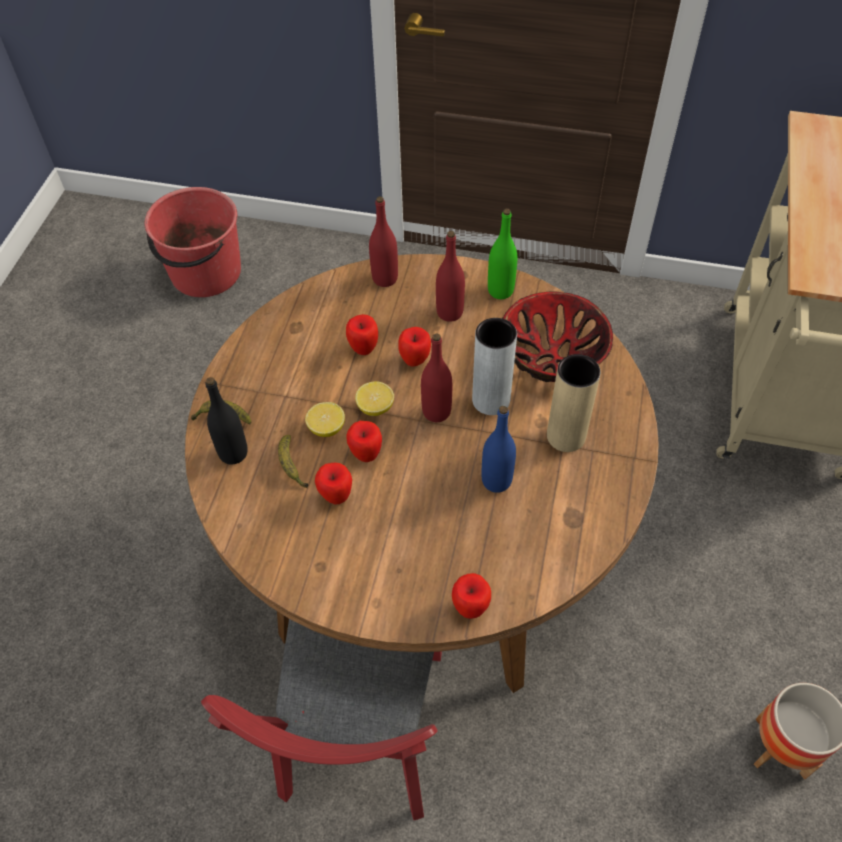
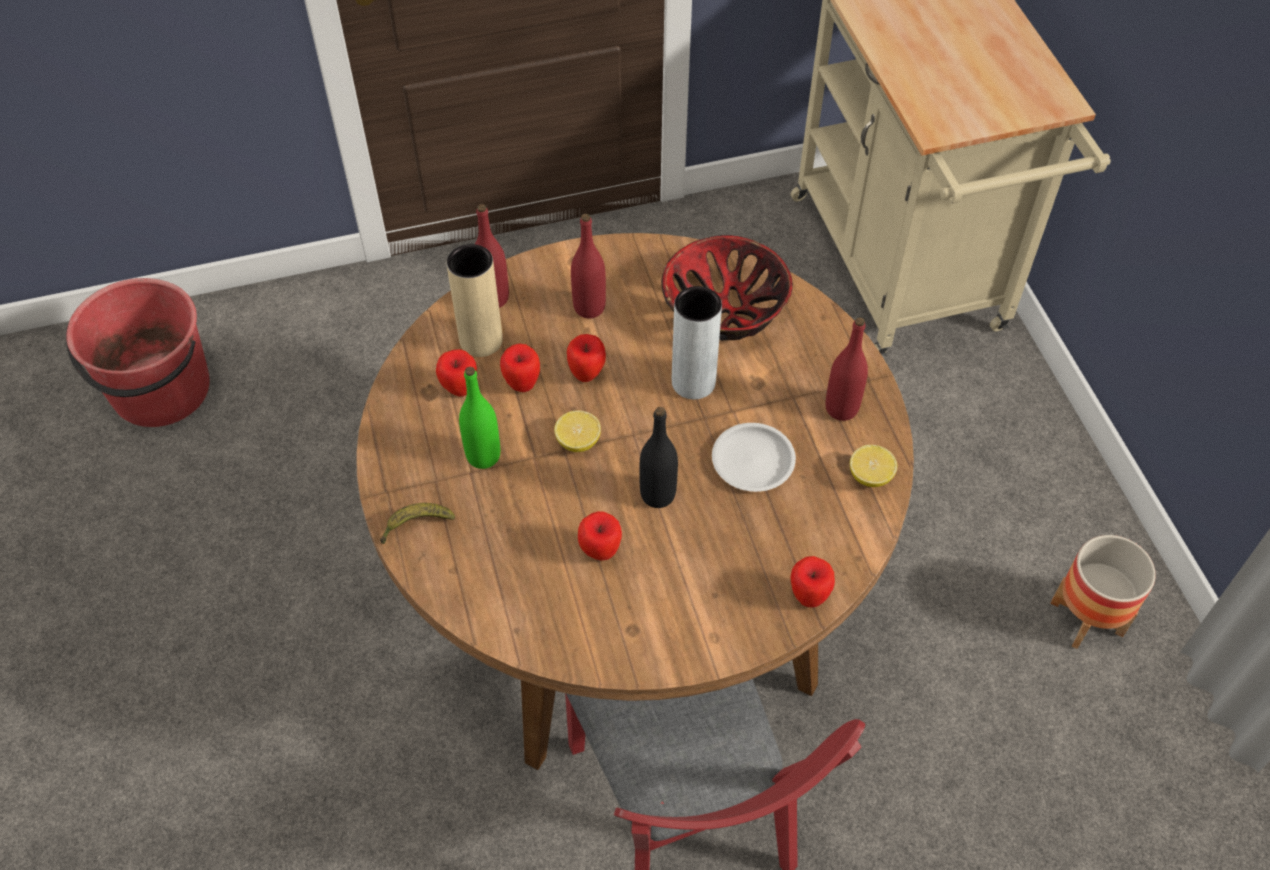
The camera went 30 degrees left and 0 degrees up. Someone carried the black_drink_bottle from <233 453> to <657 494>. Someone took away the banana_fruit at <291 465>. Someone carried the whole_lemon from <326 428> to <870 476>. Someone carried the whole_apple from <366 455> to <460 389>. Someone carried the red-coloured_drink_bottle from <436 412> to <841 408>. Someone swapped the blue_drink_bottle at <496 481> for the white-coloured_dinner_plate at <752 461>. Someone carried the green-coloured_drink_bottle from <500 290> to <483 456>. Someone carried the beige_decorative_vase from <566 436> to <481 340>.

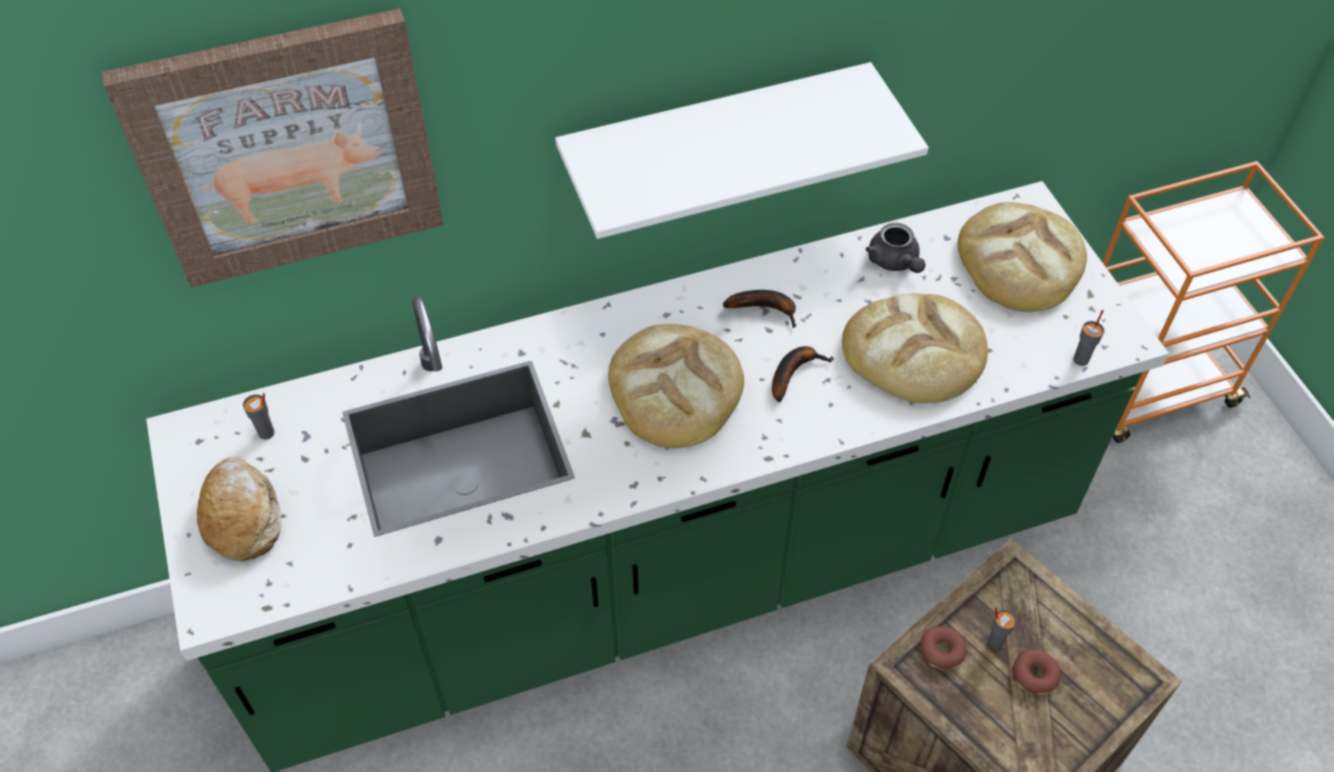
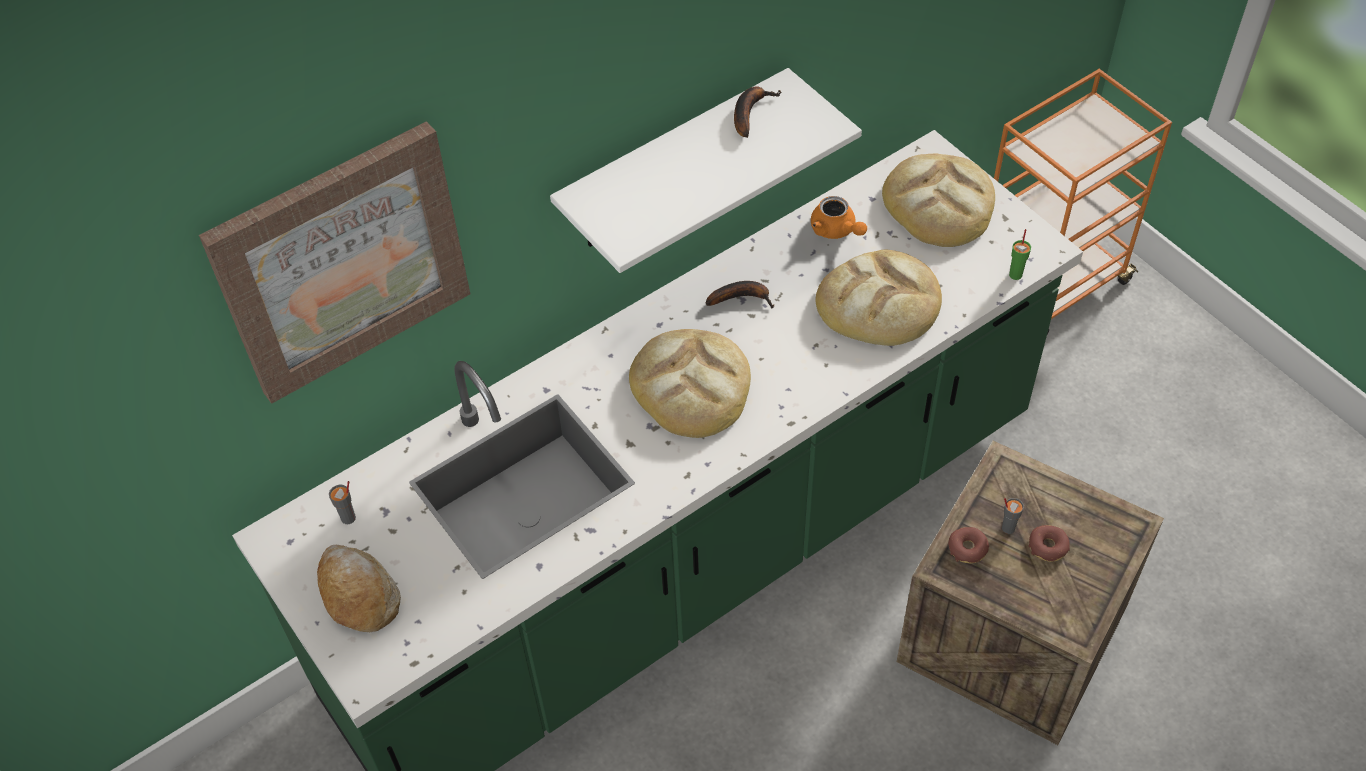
The camera went 15 degrees left and 0 degrees up. Someone carried the banana_fruit from <794 372> to <749 112>. Someone repainted the grey_tea_pot at <895 262>, which became the orangey_tea_pot at <836 230>. Someone repainted the grey_drinking_cup at <1081 359>, which became the green-coloured_drinking_cup at <1016 274>.

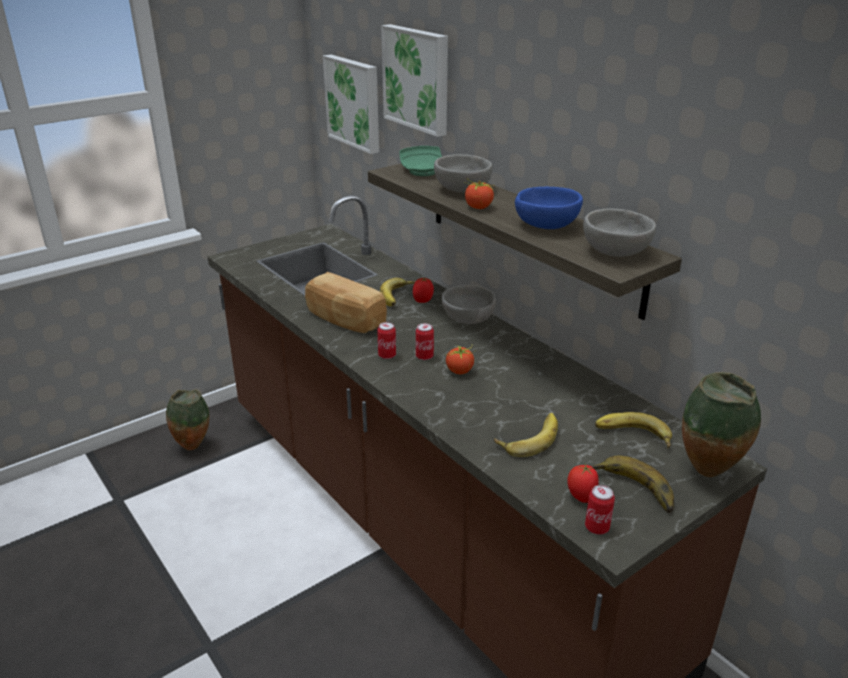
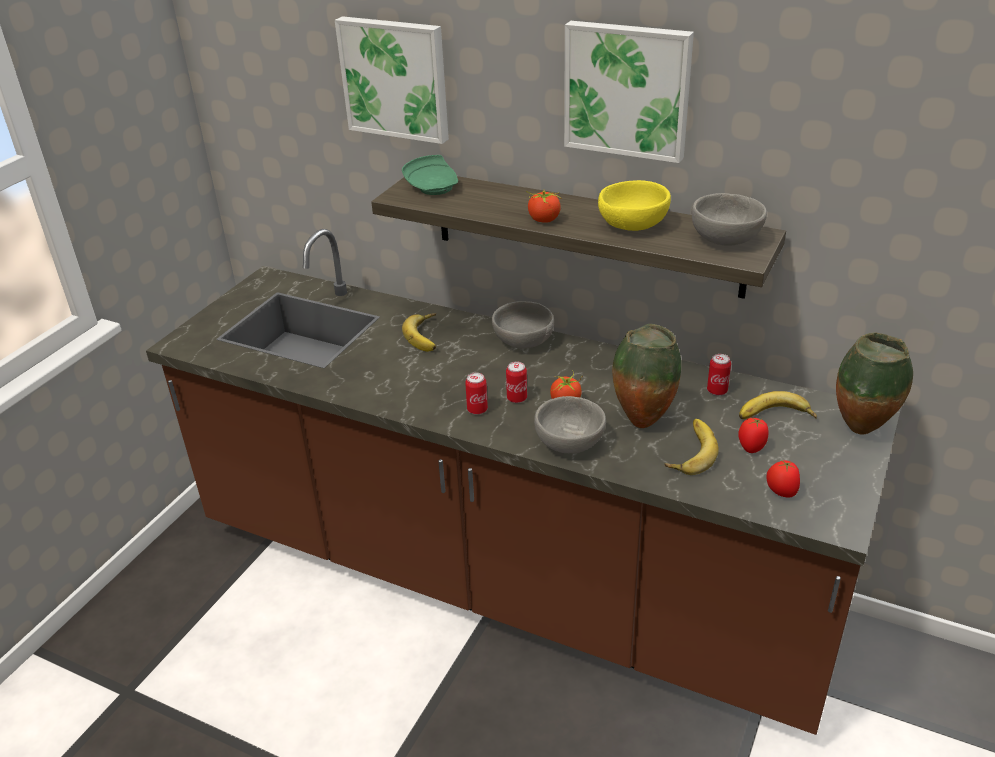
The camera went 25 degrees left and 5 degrees up. Someone carried the decorative_vase from <193 446> to <642 421>. Someone took away the bread at <344 319>. Someone carried the picture from <355 102> to <628 90>. Someone carried the tomato from <423 300> to <751 448>. Someone carried the grey_bowl from <461 189> to <568 443>. Someone repainted the blue_bowl at <547 226>, which became the yellowish_bowl at <634 225>. Someone carried the can from <597 527> to <717 391>. Someone took away the banana_fruit at <628 492>.

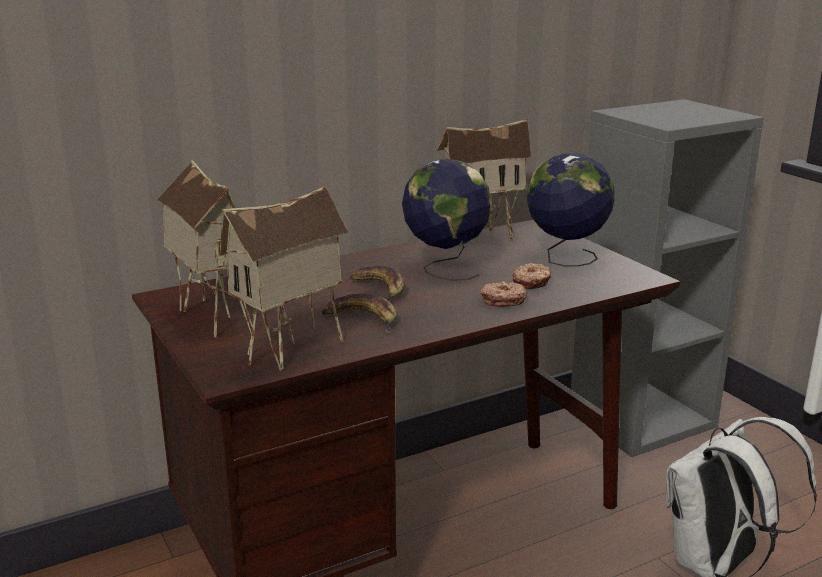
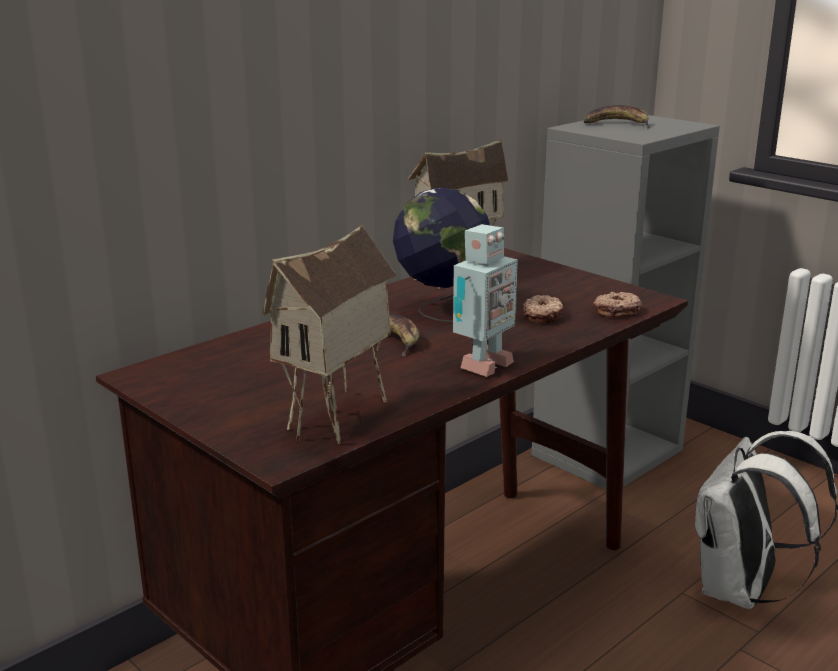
The camera went 15 degrees left and 0 degrees up. Someone took away the model_house at <210 316>. Someone carried the banana_fruit from <363 318> to <617 124>. Someone carried the ring_doughnut from <503 300> to <616 311>. Someone took away the world_globe at <565 259>. Someone put down the toy_robot at <482 365>.

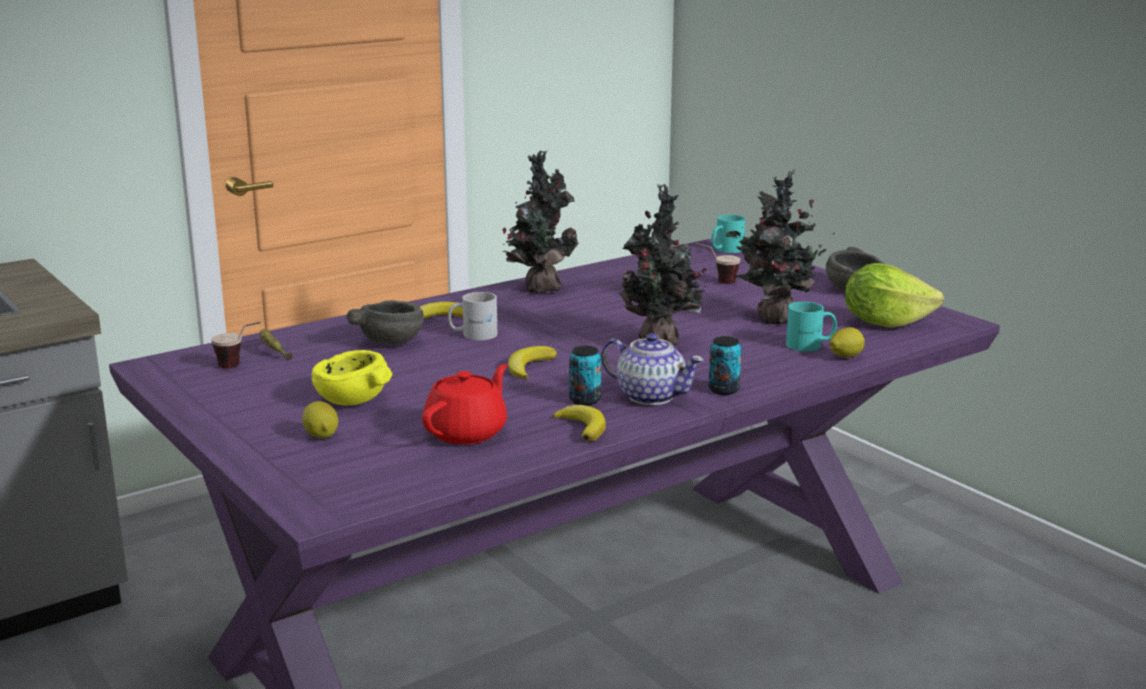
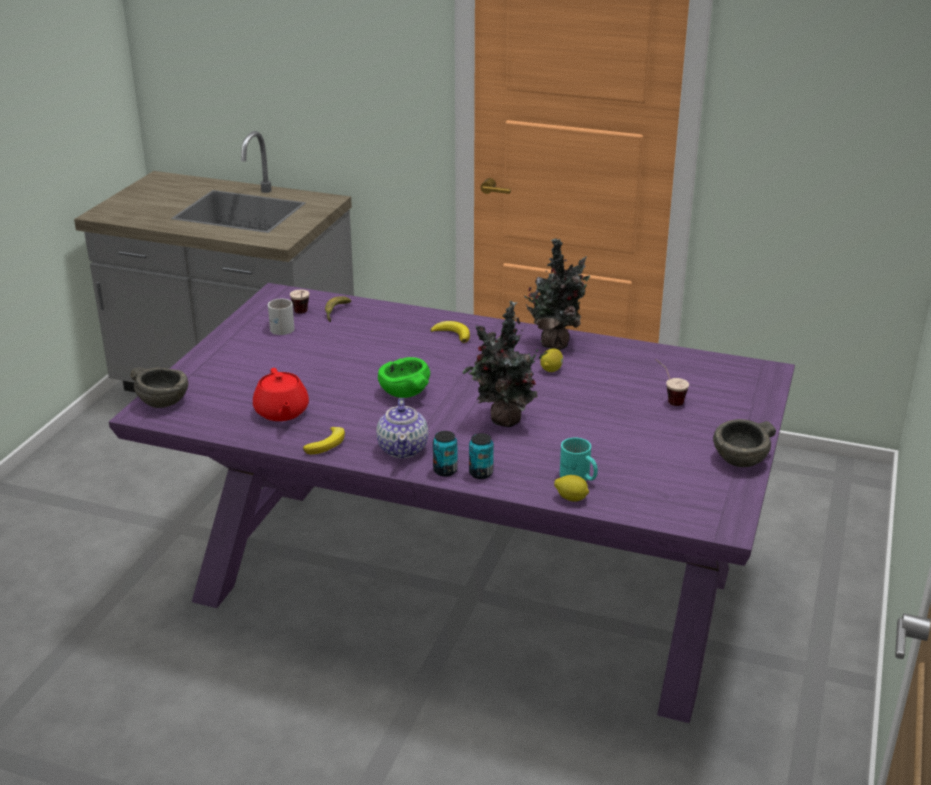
The camera went 55 degrees right and 10 degrees up. Someone carried the whole_lemon from <321 435> to <551 369>. Someone took away the yellowish_bowl at <352 400>. Someone carried the grey_bowl from <391 341> to <163 401>. Someone rotated the red-coloured_tea_pot at <467 432> by 75 degrees clockwise. Someone carried the white-coloured_coffee_mug from <473 334> to <280 327>. Someone swapped the banana_fruit at <529 367> for the green-coloured_bowl at <404 393>. Someone carried the can from <585 400> to <481 473>. Someone took away the turquoise_coffee_mug at <725 250>. Someone took away the plant_in_a_pot at <772 319>. Someone took away the lettuce_head at <885 323>.

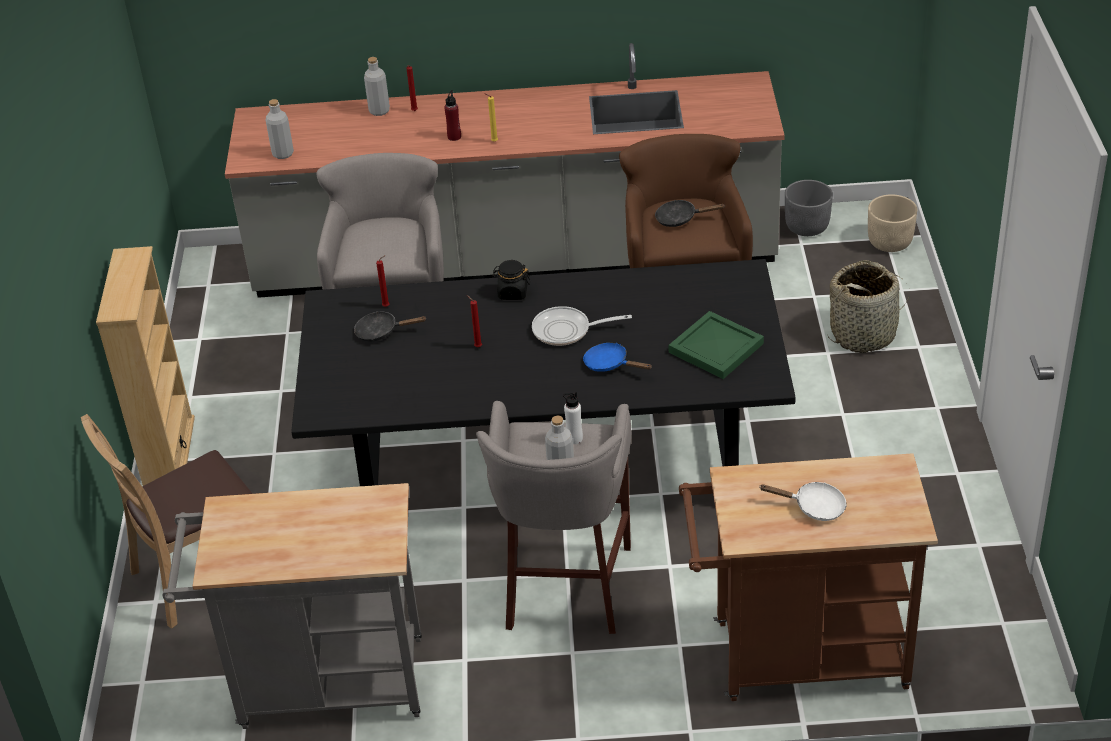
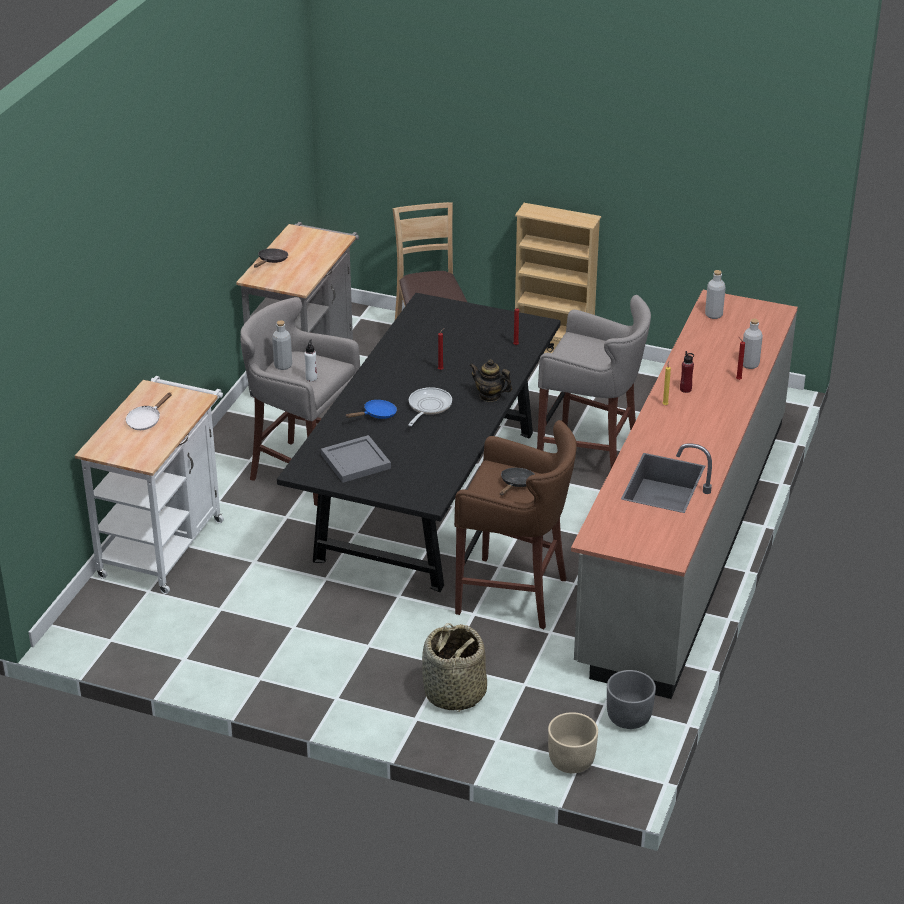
The camera went 110 degrees right and 5 degrees down. Someone carried the black_frying_pan from <381 332> to <271 261>. Someone swapped the black_jar at <512 293> for the tea_pot at <490 396>. Someone repainted the green-coloured_serving_tray at <715 347>, which became the grey_serving_tray at <357 461>. Someone repainted the brown_trolley at <797 657>, which became the white-coloured_trolley at <165 543>.

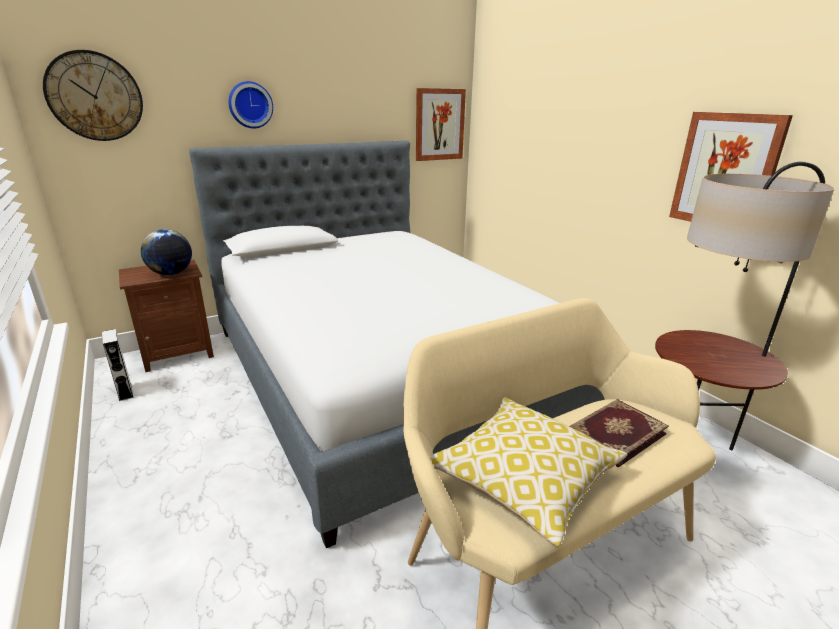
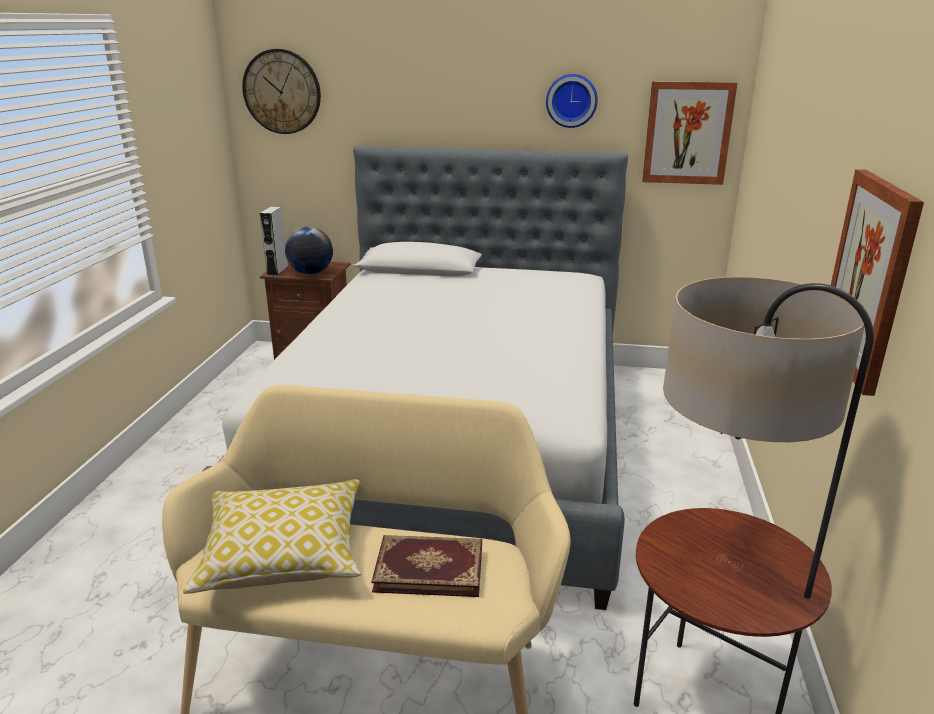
The camera went 40 degrees right and 0 degrees up. Someone carried the grey_speaker from <125 391> to <277 270>. Someone carried the hanging_clock from <250 105> to <571 100>.

